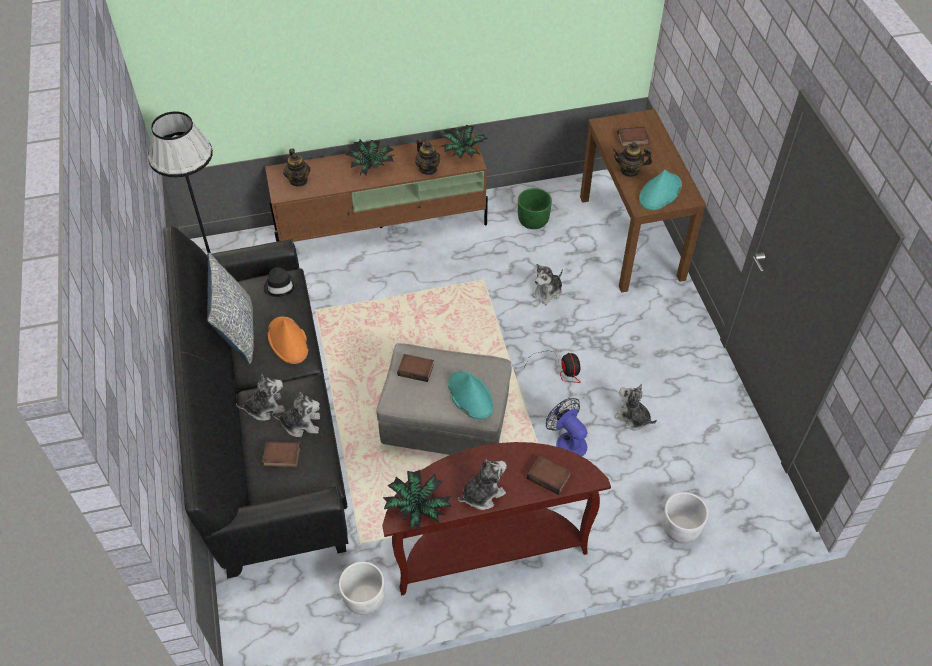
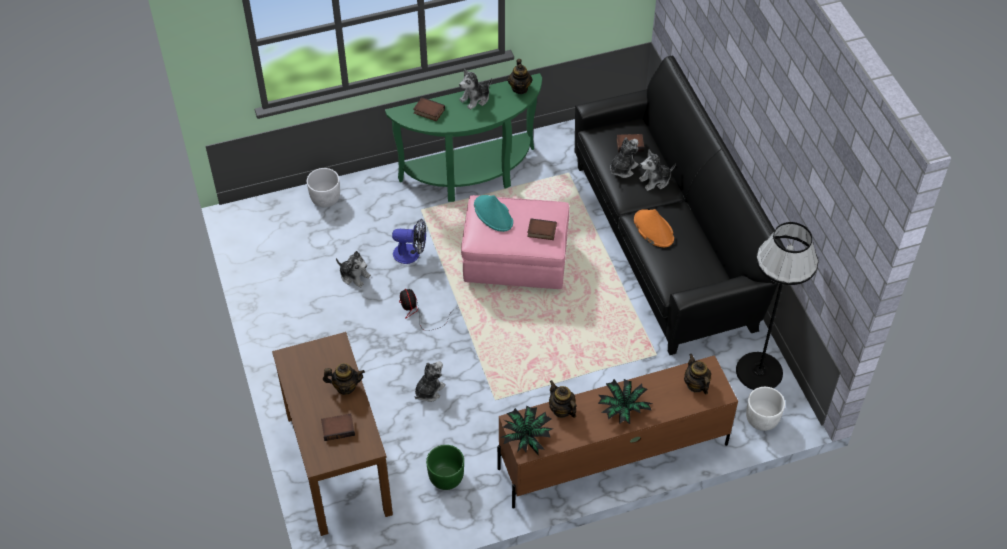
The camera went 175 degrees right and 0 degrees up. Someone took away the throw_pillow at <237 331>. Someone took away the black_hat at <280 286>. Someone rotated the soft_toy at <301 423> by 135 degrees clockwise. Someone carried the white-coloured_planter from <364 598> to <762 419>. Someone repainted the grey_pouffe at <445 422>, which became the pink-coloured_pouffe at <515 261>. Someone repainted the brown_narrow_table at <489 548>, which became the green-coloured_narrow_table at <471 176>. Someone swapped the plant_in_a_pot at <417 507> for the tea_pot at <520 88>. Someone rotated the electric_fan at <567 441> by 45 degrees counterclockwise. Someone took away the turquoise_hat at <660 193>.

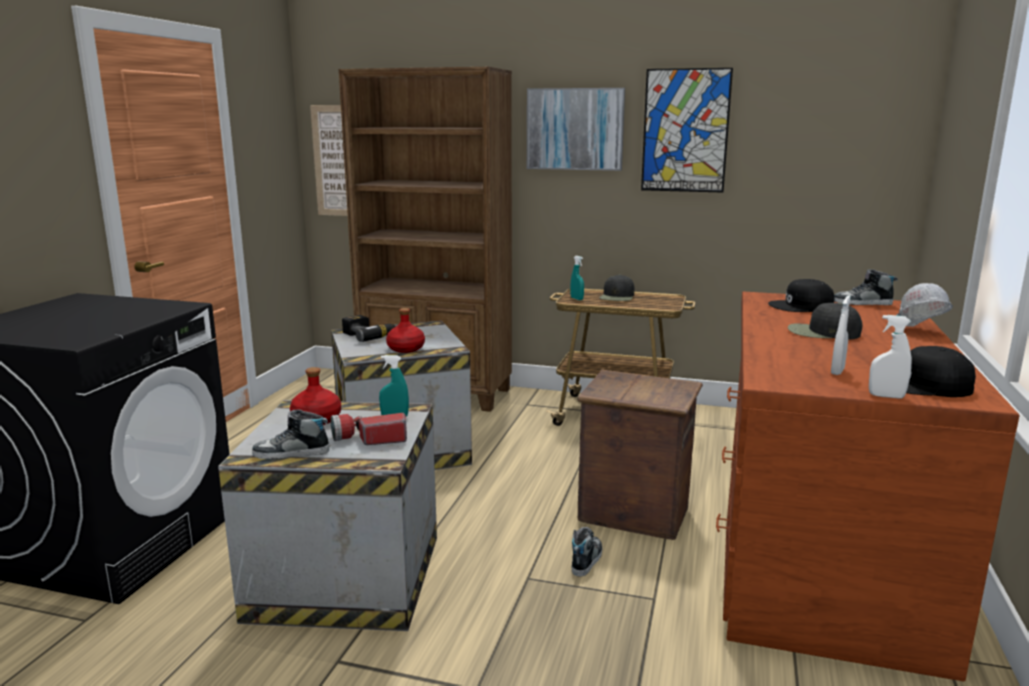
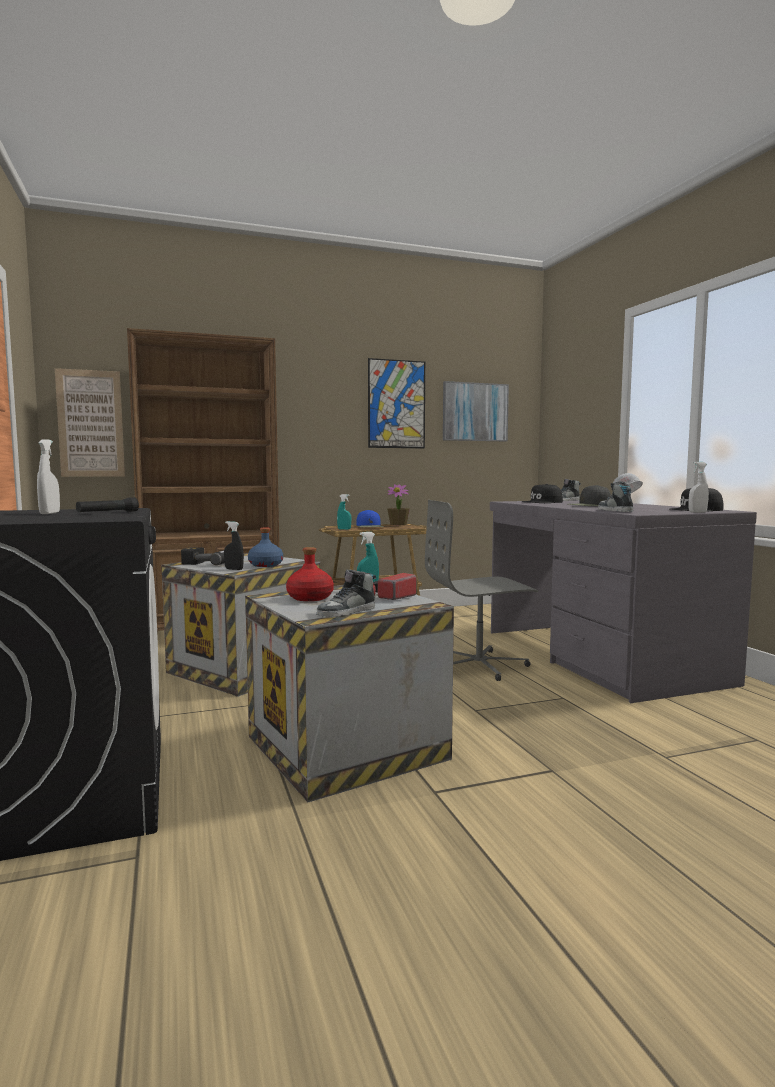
The camera went 35 degrees left and 10 degrees down. Someone repainted the red-coloured_drink_bottle at <405 349>, which became the blue_drink_bottle at <265 565>. Someone carried the picture from <575 129> to <475 412>. Someone carried the shoe from <586 560> to <615 510>. Someone swapped the shipping_crate at <634 515> for the grey_office_chair at <479 665>. Someone repainted the black_cap at <617 297>, which became the blue_cap at <370 526>. Someone repainted the brown_desk_table at <818 549>, which became the grey_desk_table at <598 656>. Someone carried the white-coloured_sprayer from <837 371> to <49 513>. Someone put down the black_hand_torch at <108 512>. Someone put down the black_sprayer at <234 569>. Someone put down the plant_in_a_pot at <398 524>.

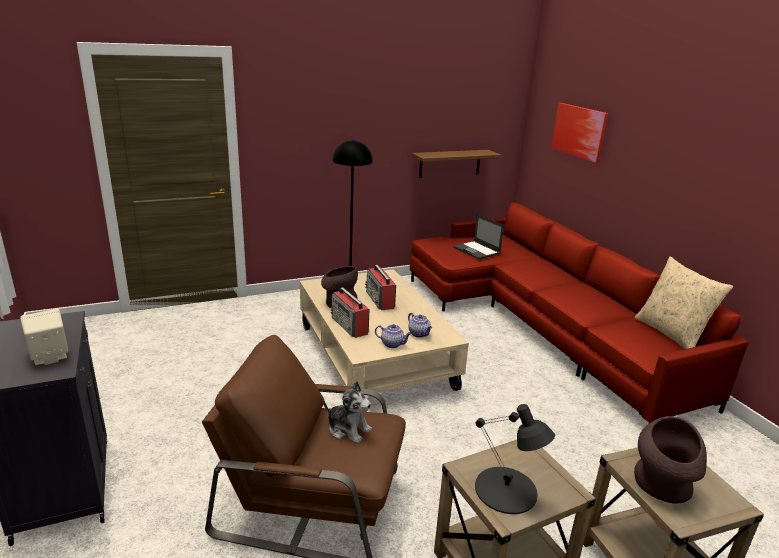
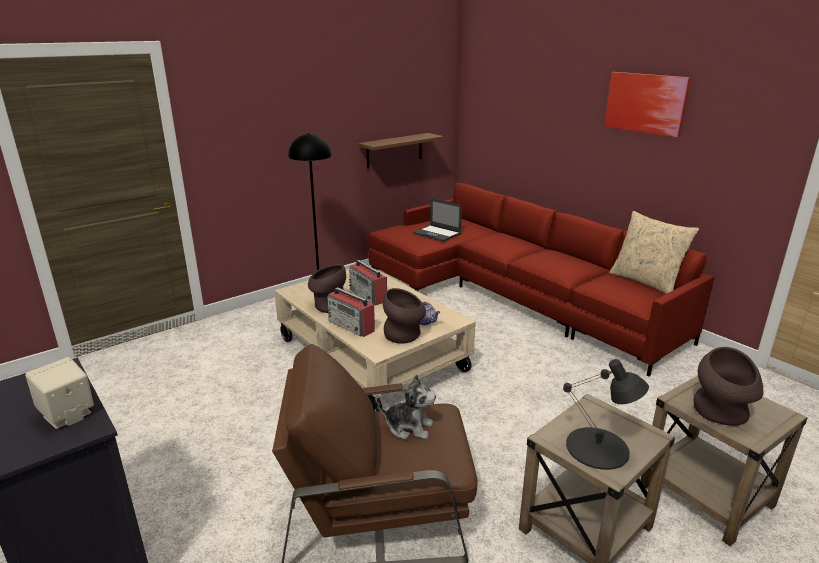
The camera went 15 degrees left and 0 degrees up. Someone swapped the tea_pot at <392 344> for the brown_decorative_vase at <404 336>. Someone carried the picture from <579 131> to <645 103>.

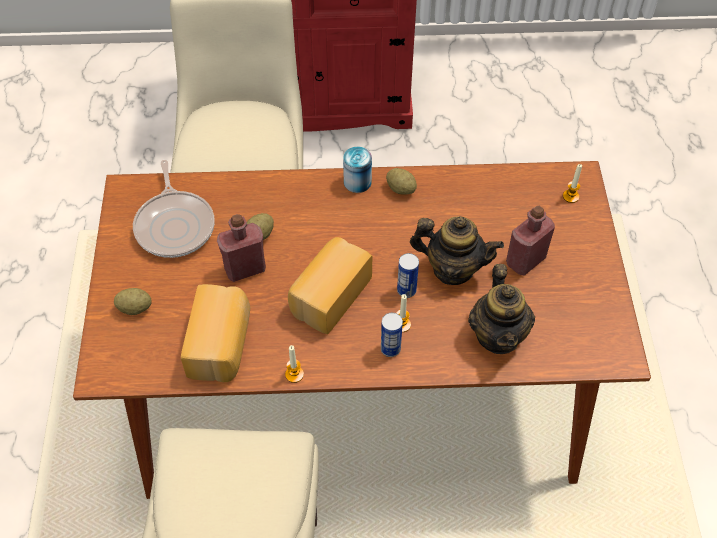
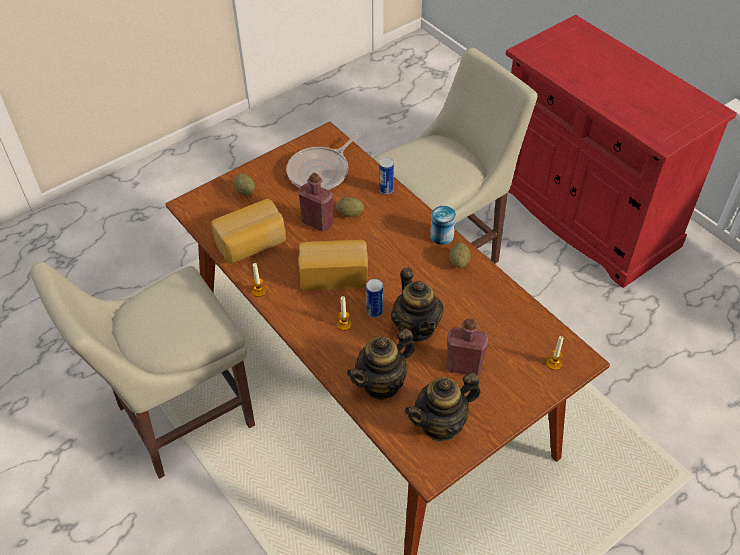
The camera went 55 degrees right and 5 degrees down. Someone carried the can from <390 349> to <386 190>. Someone put down the tea_pot at <441 424>.

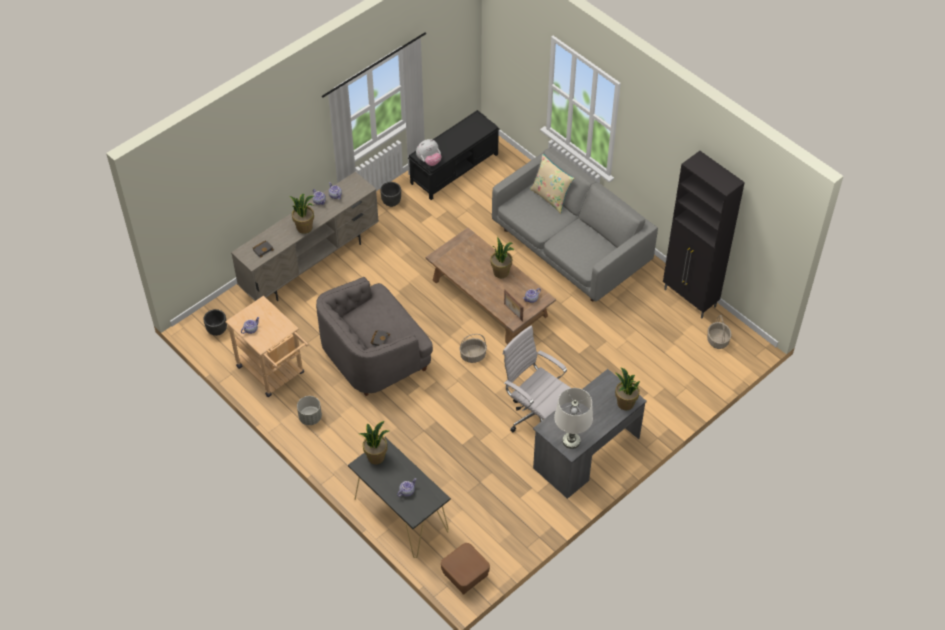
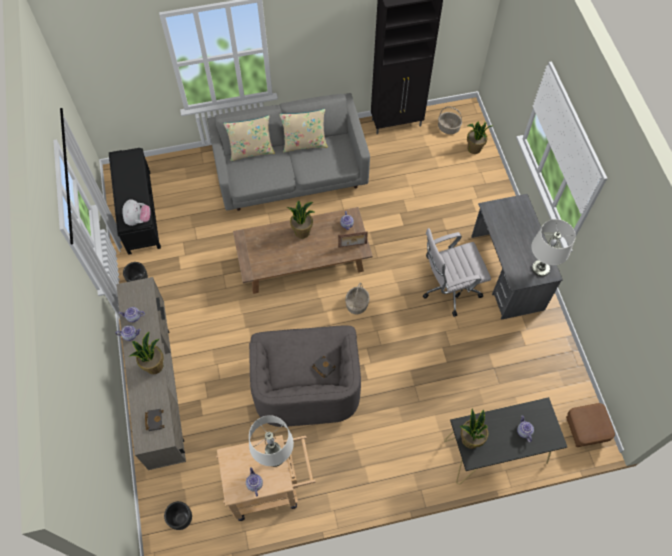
The camera went 60 degrees left and 10 degrees up. Someone took away the grey_planter at <310 417>. Someone carried the plant_in_a_pot from <625 403> to <474 149>. Someone put down the white-coloured_lamp_for_a_table at <274 456>. Someone put down the beige_throw_pillow at <304 143>.

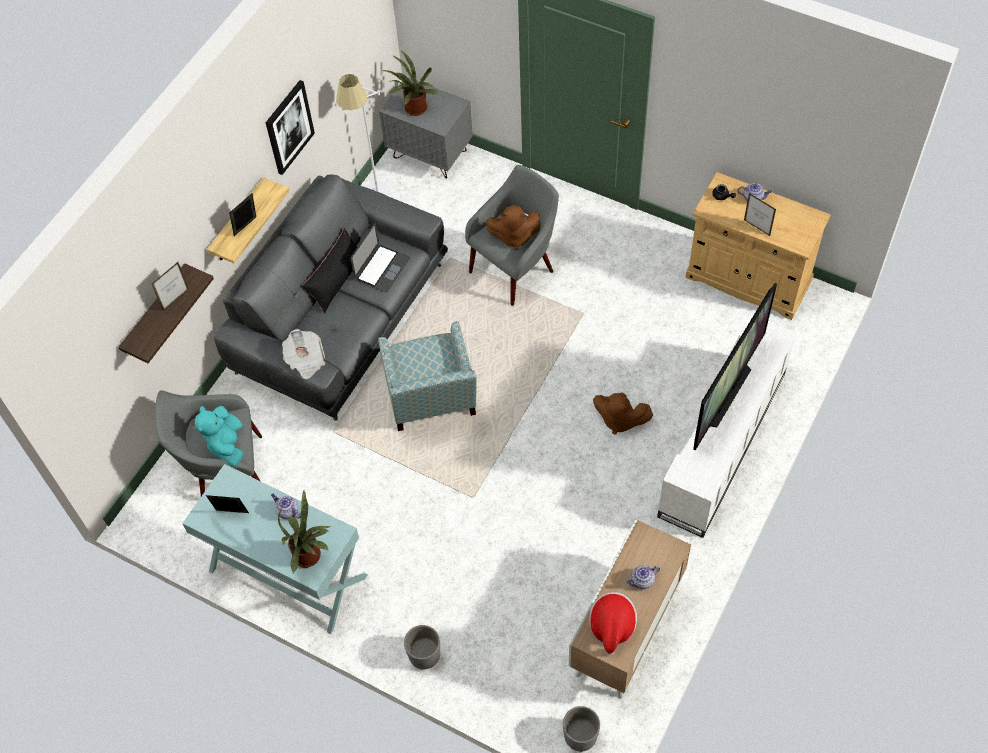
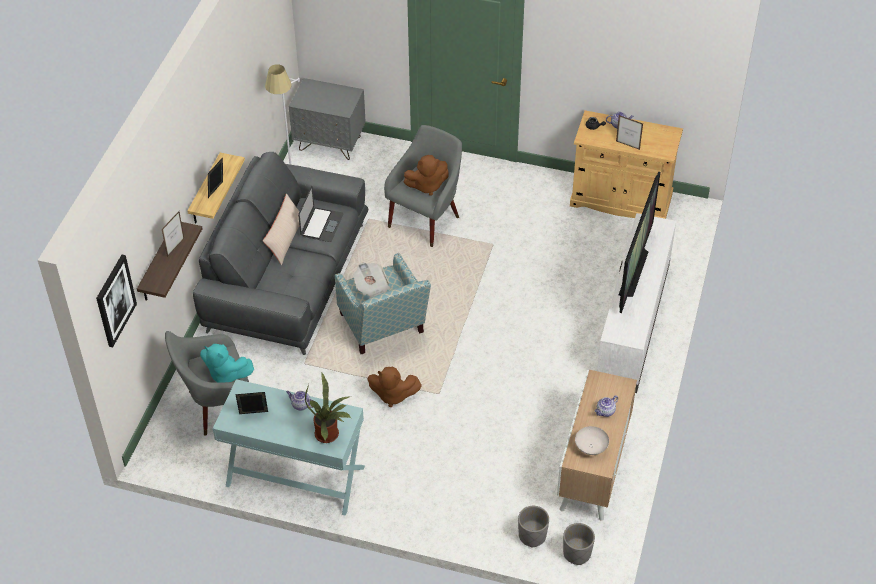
The camera went 15 degrees left and 10 degrees down. Someone rotated the turquoise_soft_toy at <227 445> by 45 degrees counterclockwise. Someone carried the picture from <289 127> to <115 300>. Someone carried the printed_paper from <305 360> to <372 288>. Someone repainted the black_throw_pillow at <336 281>, which became the beige_throw_pillow at <285 239>. Someone took away the plant_in_a_pot at <414 110>. Someone carried the grey_planter from <424 654> to <532 536>. Someone swapped the hat at <612 626> for the white-coloured_bowl at <590 447>. Someone carried the brown_soft_toy from <619 420> to <393 395>.

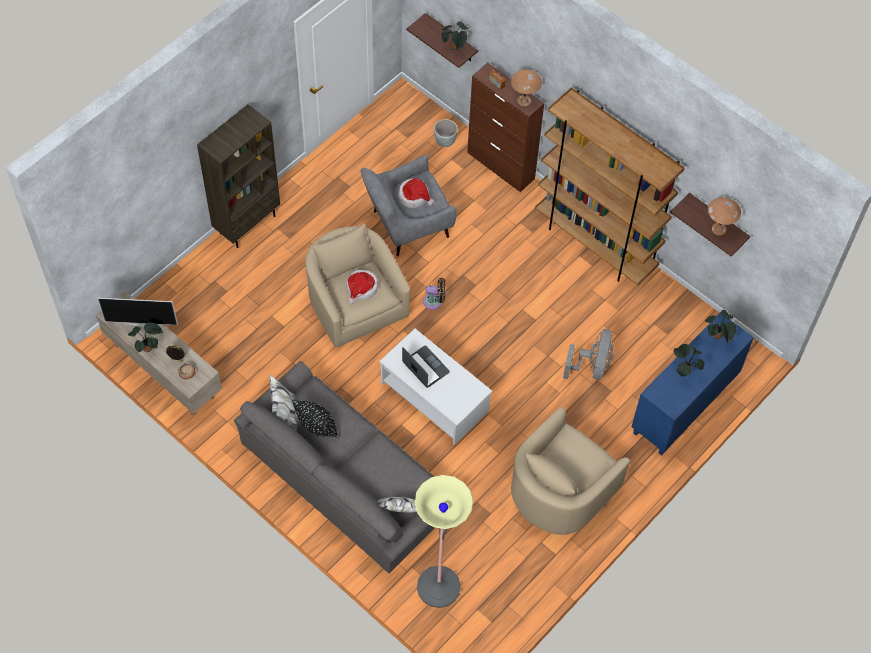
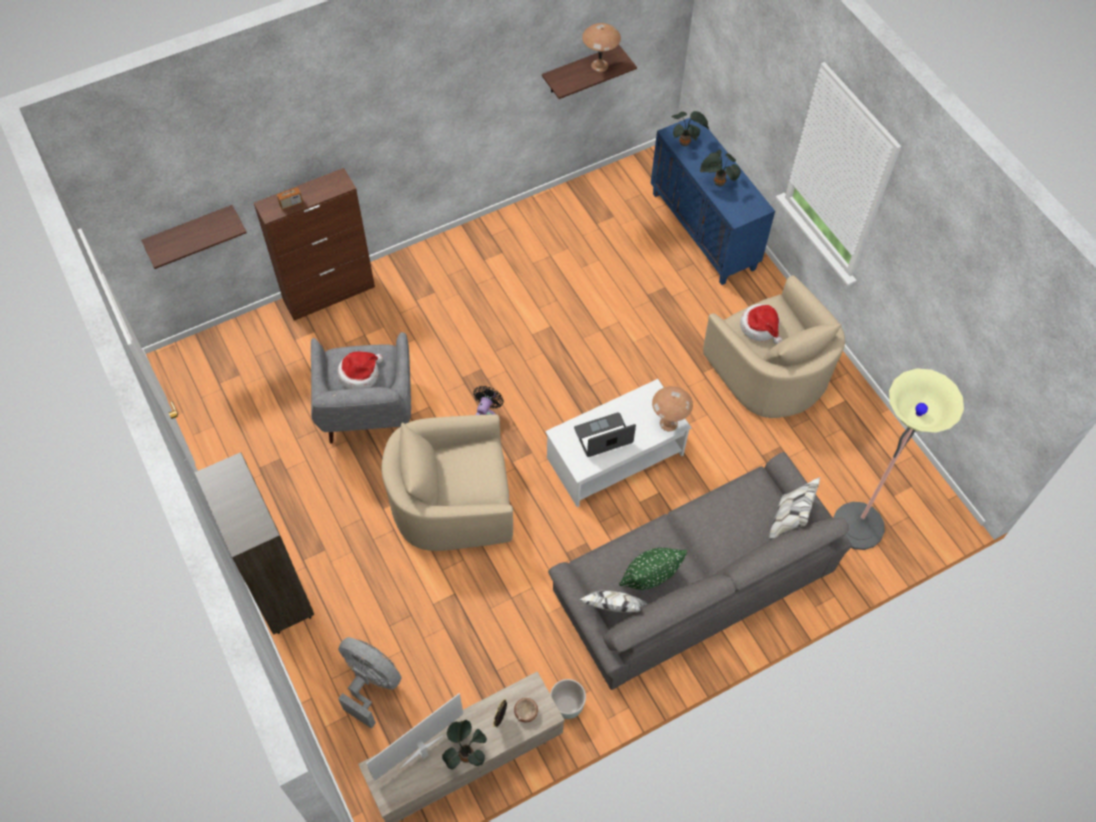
The camera went 70 degrees left and 0 degrees up. Someone rotated the television at <142 323> by 150 degrees counterclockwise. Someone repainted the black_throw_pillow at <317 427>, which became the green-coloured_throw_pillow at <649 578>. Someone carried the hat from <361 288> to <760 327>. Someone carried the grey_planter from <444 141> to <567 706>. Someone took away the plant_in_a_pot at <454 48>. Someone carried the brown_lamp_for_a_table from <524 101> to <669 423>. Someone took away the brown_bookcase at <595 244>. Someone carried the grey_electric_fan from <592 367> to <370 683>.

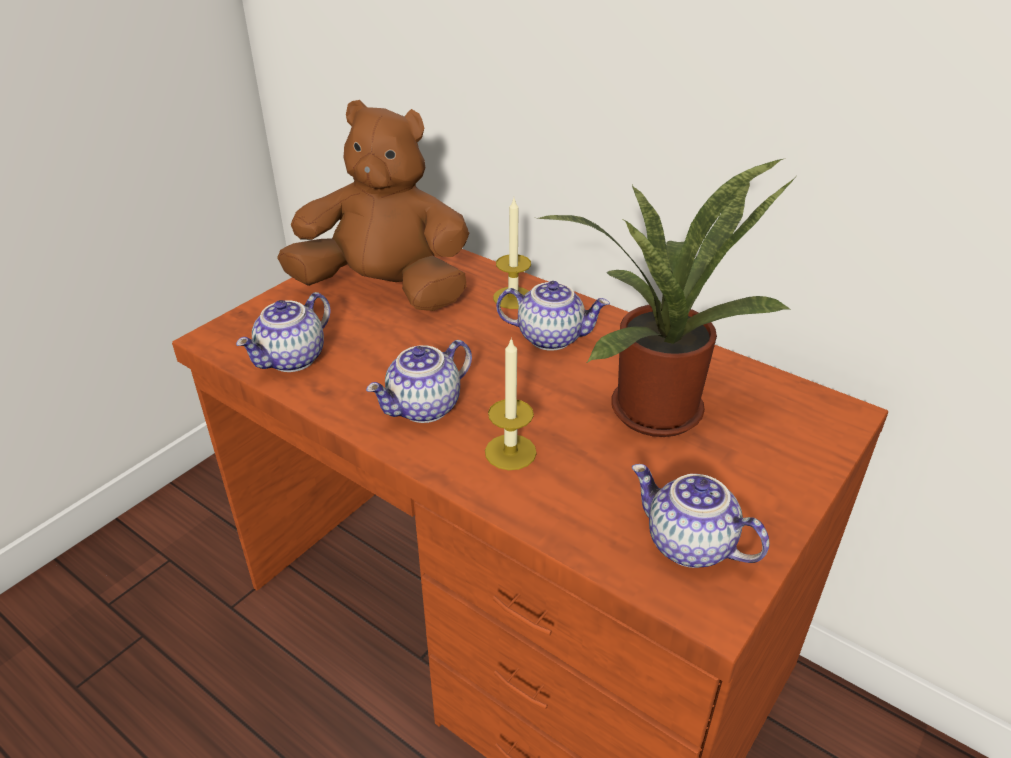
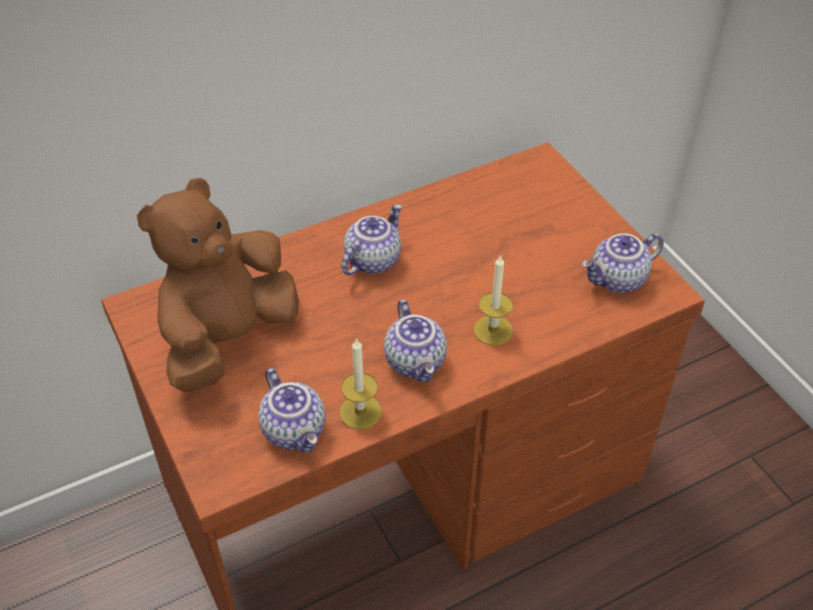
The camera went 65 degrees left and 10 degrees up. Someone carried the candle from <513 298> to <360 412>. Someone took away the plant_in_a_pot at <654 404>.

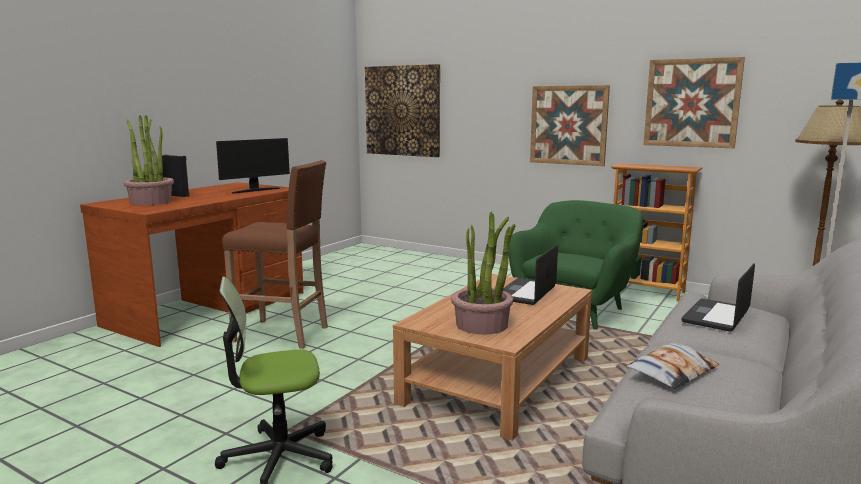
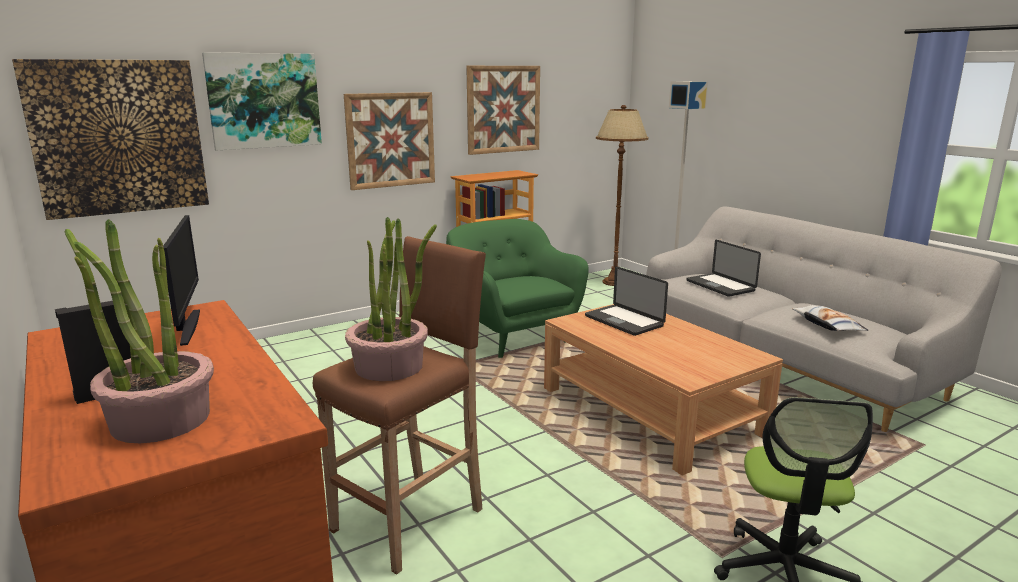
The camera went 65 degrees left and 5 degrees up. Someone carried the plant_in_a_pot from <482 325> to <390 366>. Someone put up the picture at <264 100>.

